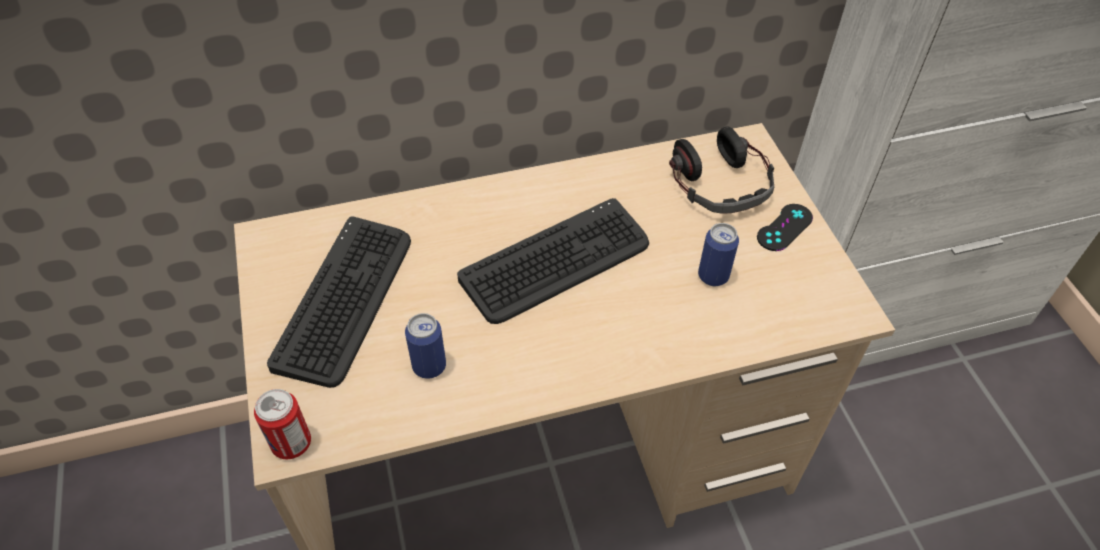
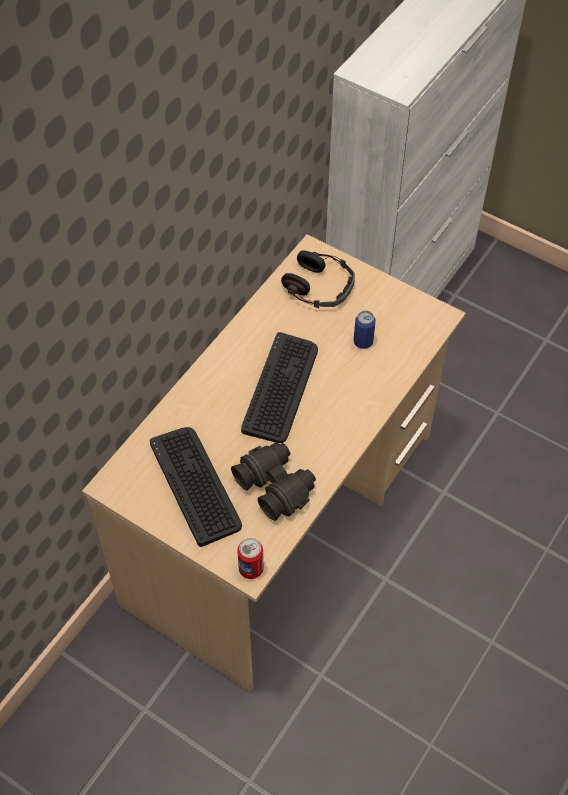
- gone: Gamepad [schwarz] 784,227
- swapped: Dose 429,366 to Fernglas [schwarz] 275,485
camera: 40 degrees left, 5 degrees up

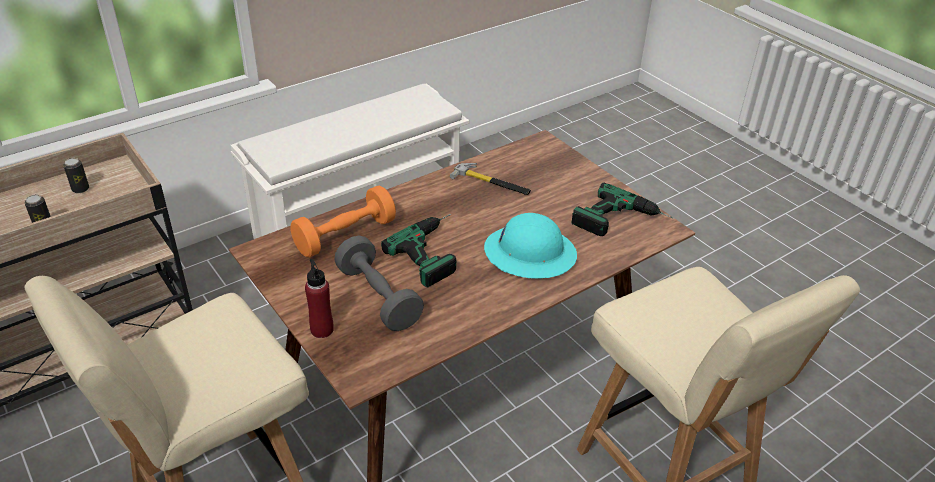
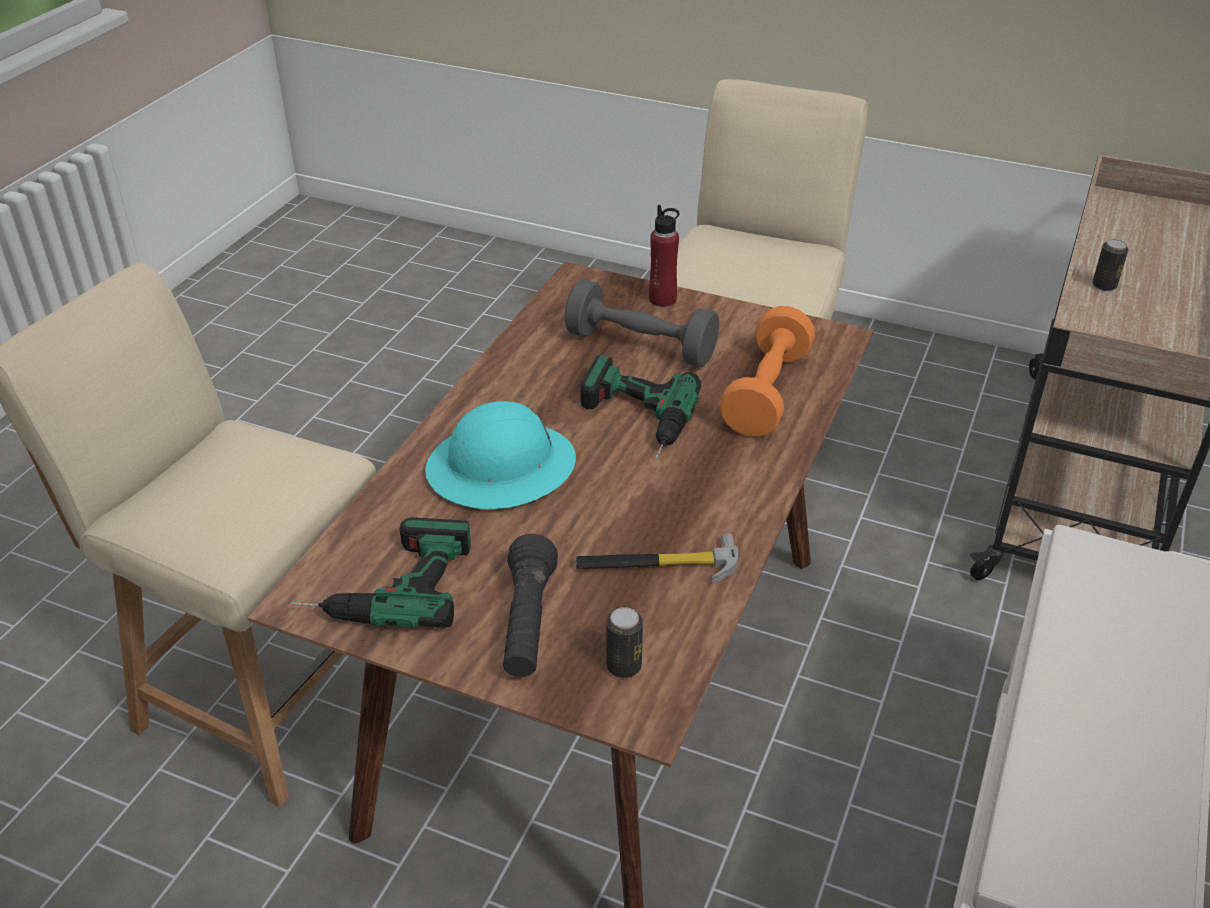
- new: Taschenlampe [schwarz] 528,623
- shifted: Dose 80,189 to 624,666
camera: 150 degrees right, 0 degrees up

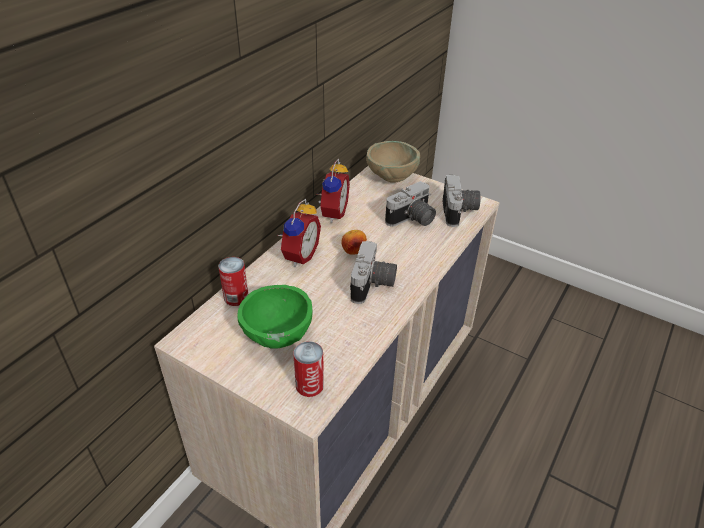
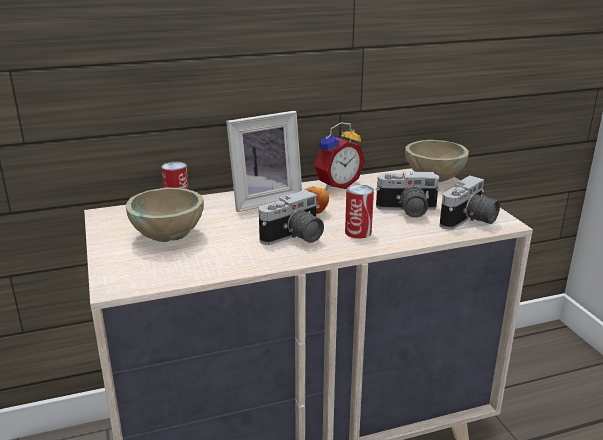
- shifted: Dose 309,385 to 358,232
- swapped: Wecker 298,256 to Bilderrahmen 264,200
- repainted: Schüssel [grün] 277,336 to Schüssel [beige] 167,237
camera: 40 degrees right, 15 degrees down

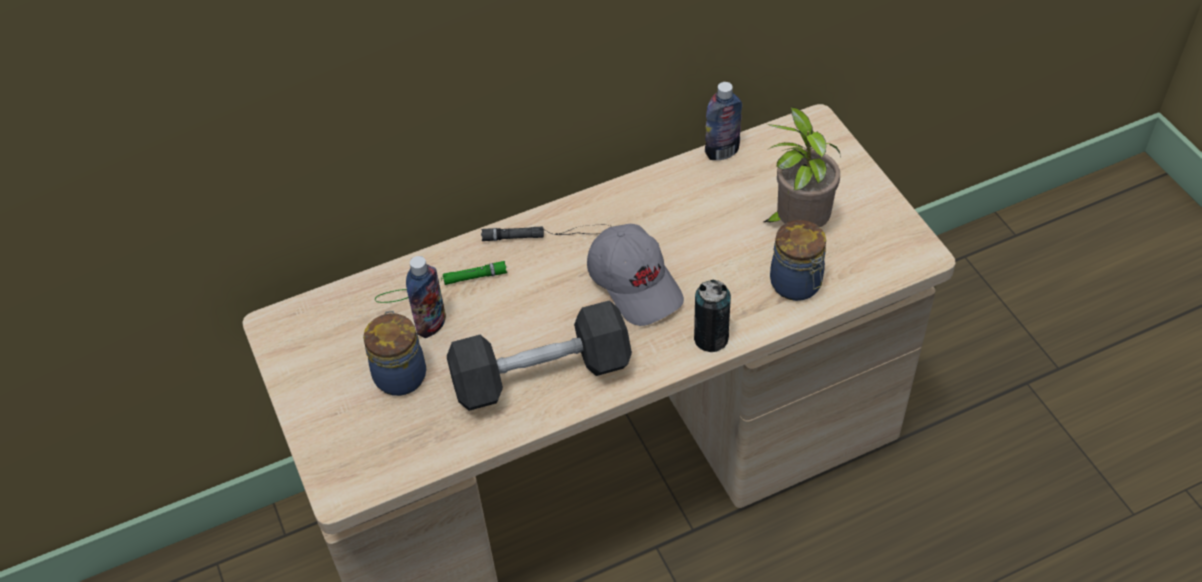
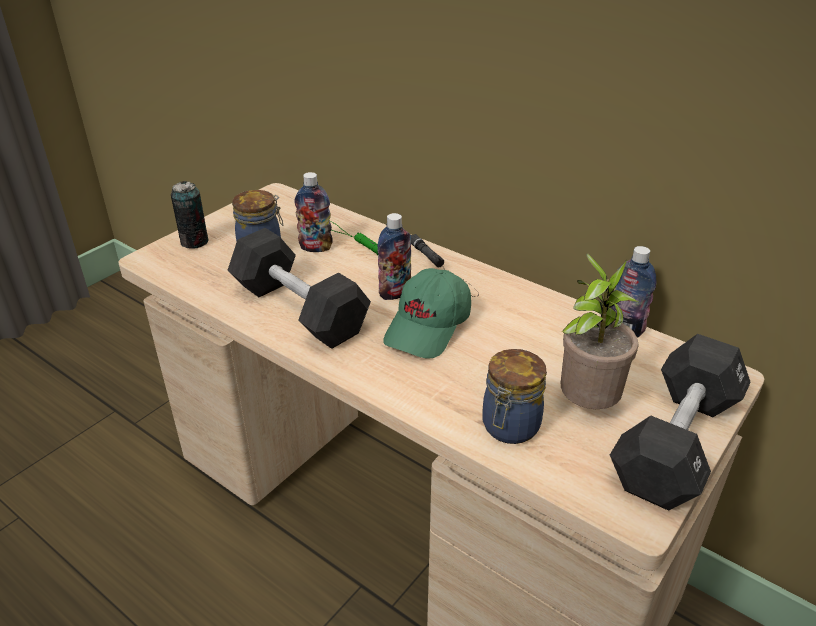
- new: Flasche 395,293
- new: Hantel [schwarz] 676,442
- shifted: Dose 711,338 to 194,242
- repainted: Kappe [grau] 635,283 to Kappe [grün] 429,327
camera: 60 degrees right, 15 degrees down

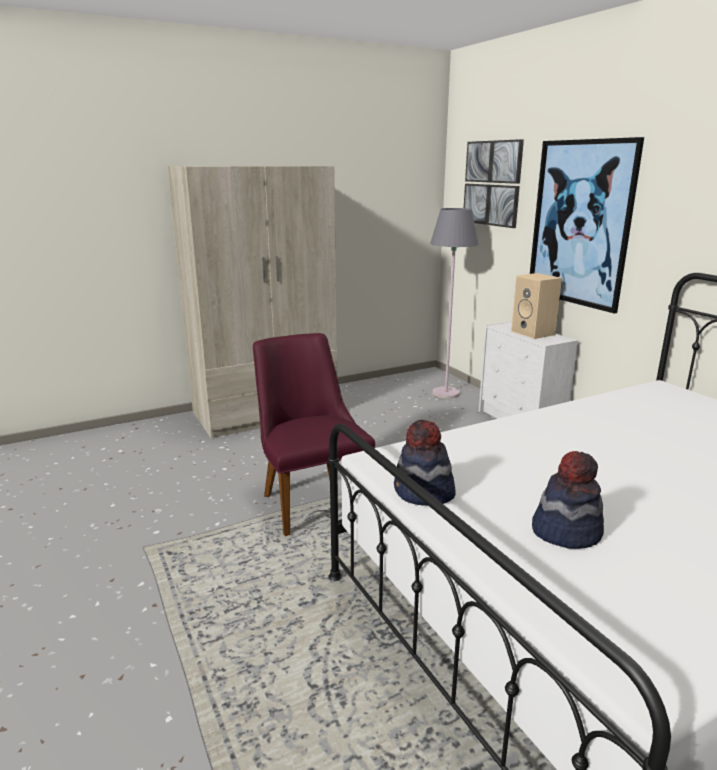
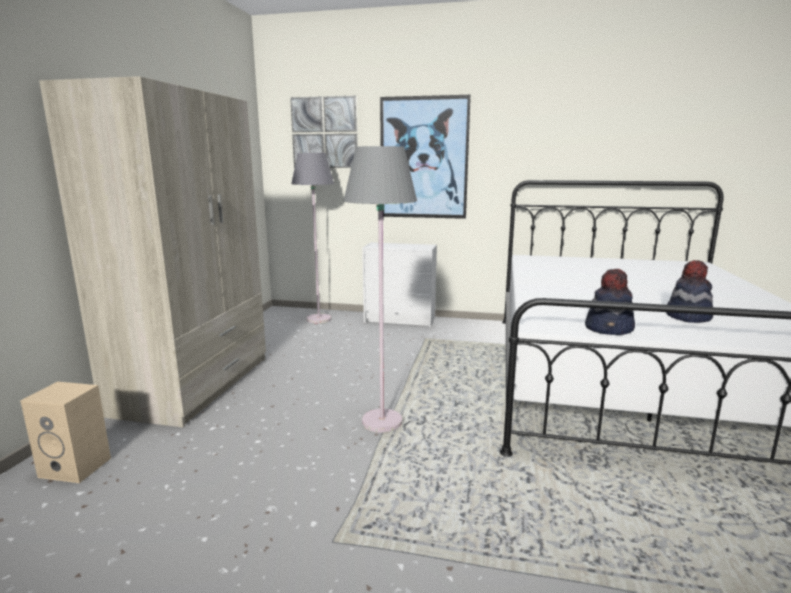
- shifted: Lautsprecher [beige] 534,333 to 77,467
- swapped: Stuhl [lila] 310,499 to Stehlampe [grau] 382,421
camera: 50 degrees left, 5 degrees down

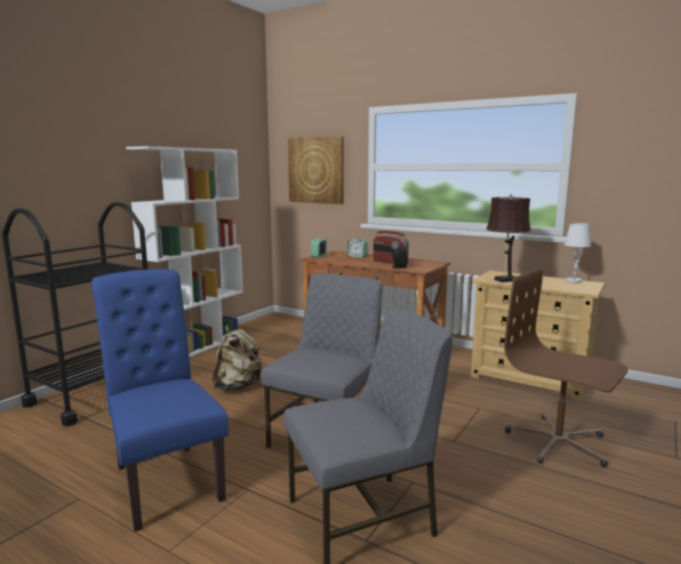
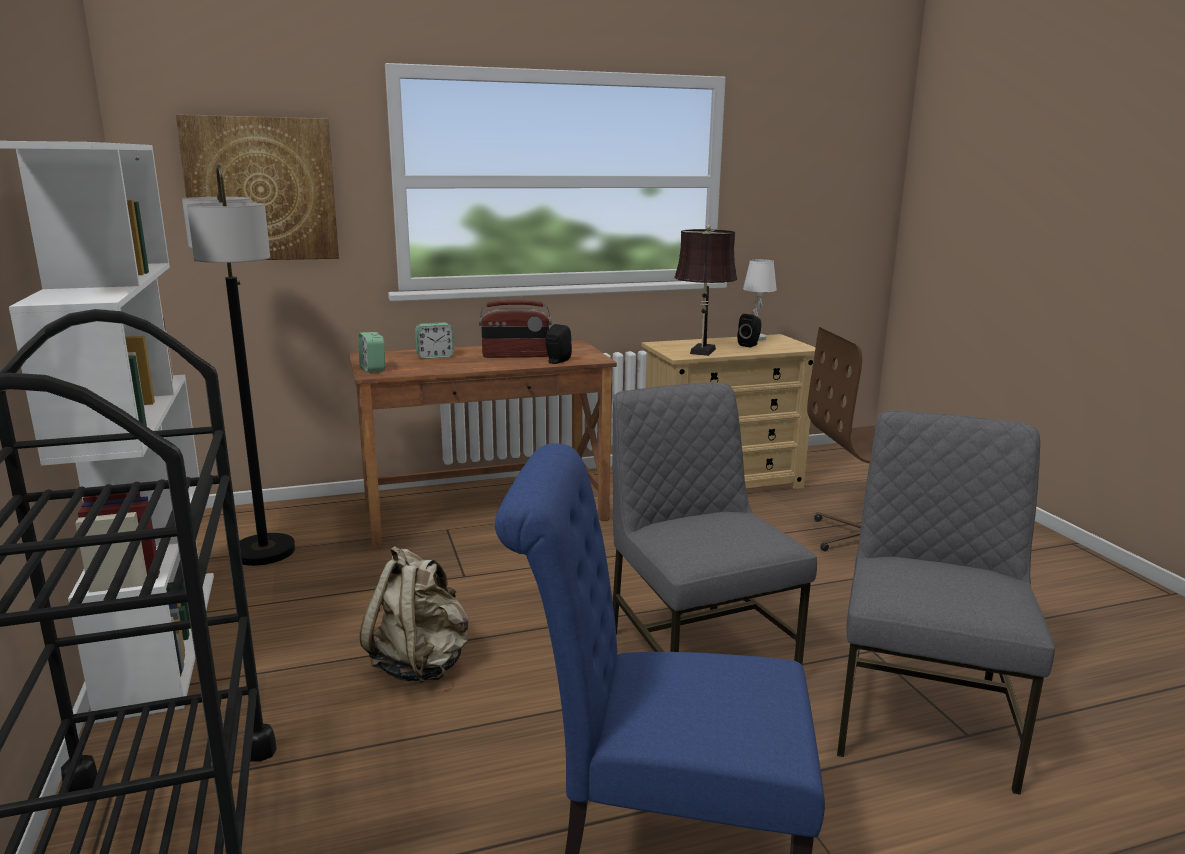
- new: Stehlampe 264,551
- new: Lautsprecher [schwarz] 750,345
camera: 50 degrees left, 5 degrees up

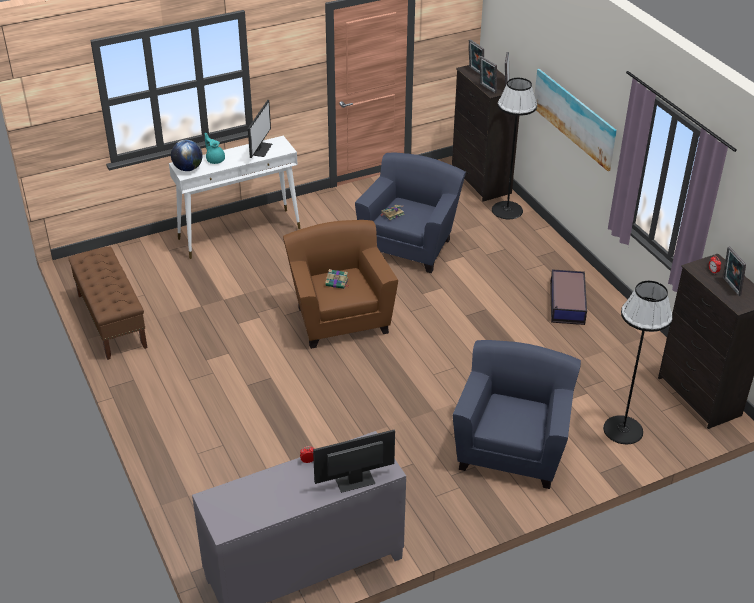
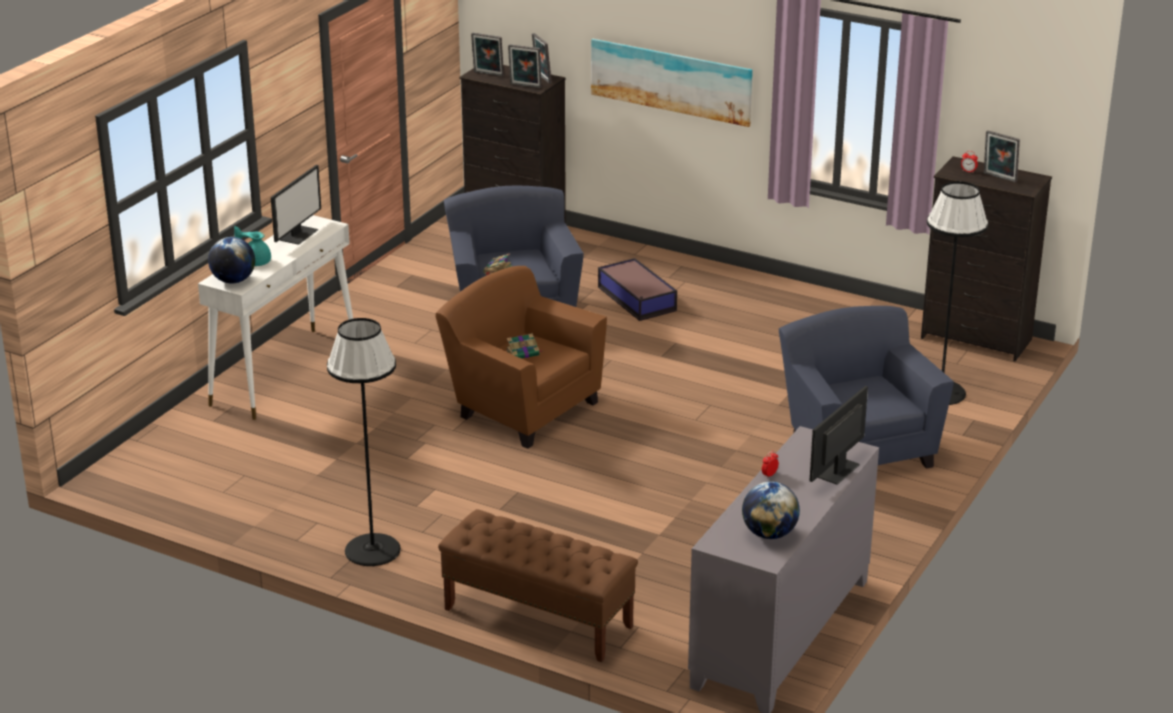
- new: Globus 769,534
- shifted: Bank [braun] 111,320 to 537,618
- shifted: Stehlampe [schwarz] 507,210 to 372,550
- shifted: Aufbewahrungsbox 566,304 to 637,299
- rotated: Monitor 260,149 = 298,234 45 degrees clockwise
camera: 35 degrees left, 10 degrees down

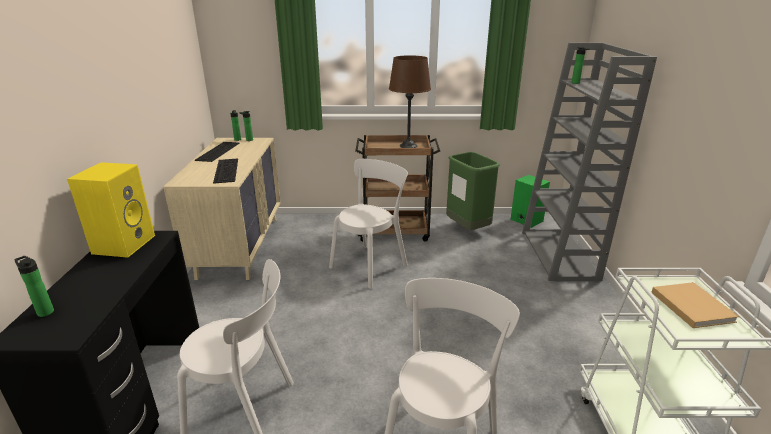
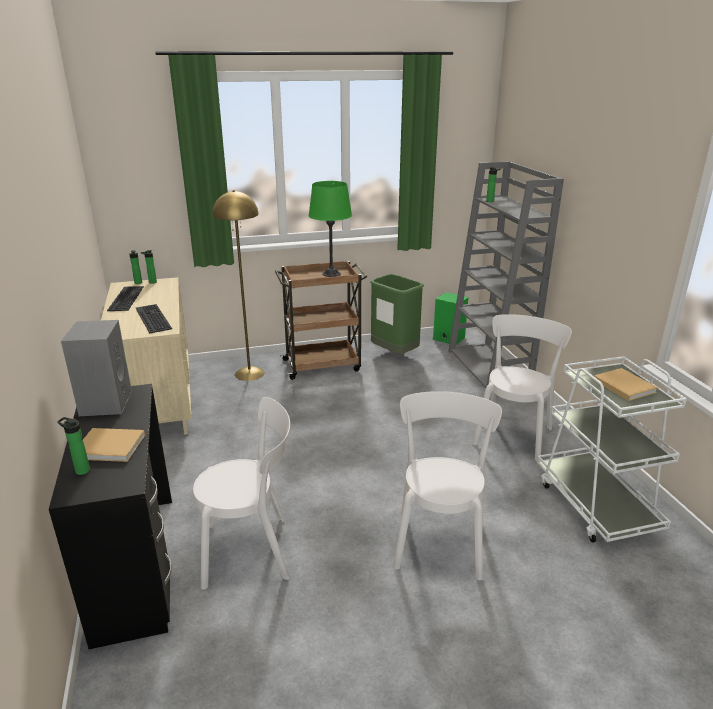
- new: Buch [beige] 111,447
- new: Stehlampe [gelb] 249,373
- shifted: Stuhl [weiß] 371,264 to 513,434
- repainted: Lautsprecher [gelb] 124,243 to Lautsprecher [grau] 105,402
- repainted: Tischlampe [braun] 408,146 to Tischlampe [grün] 331,274
camera: 15 degrees left, 0 degrees up

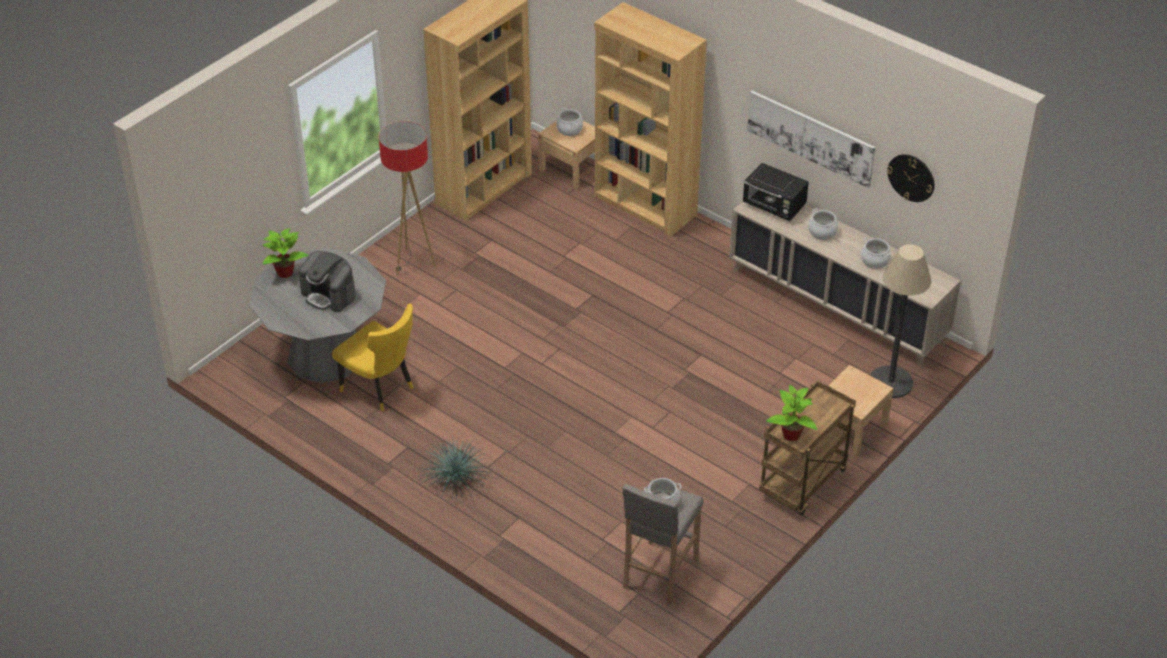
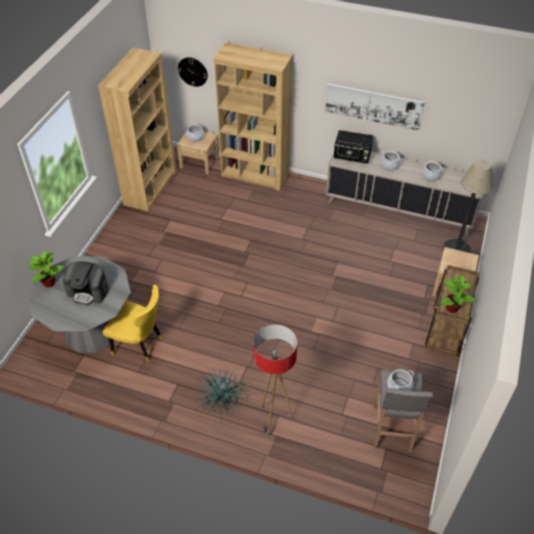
- shifted: Stehlampe 412,264 to 273,420
- shifted: Wanduhr 911,177 to 192,71
camera: 20 degrees left, 5 degrees up

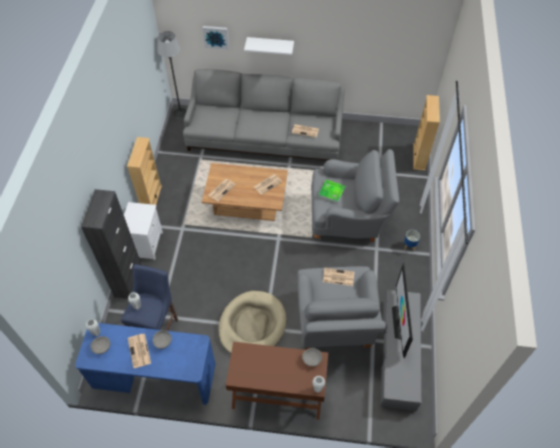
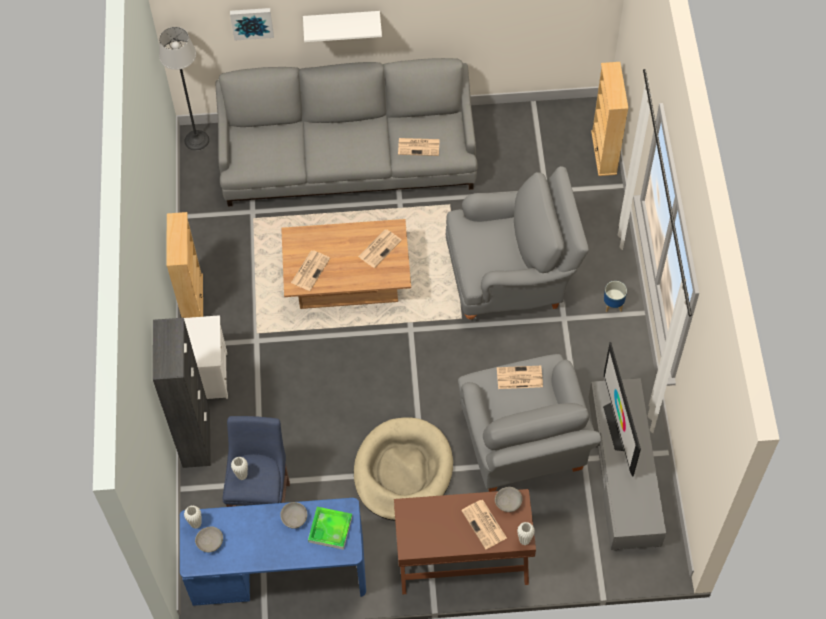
- shifted: Zeitung 139,351 to 484,525
- shifted: Tablett 331,192 to 330,529
camera: 10 degrees left, 5 degrees up

